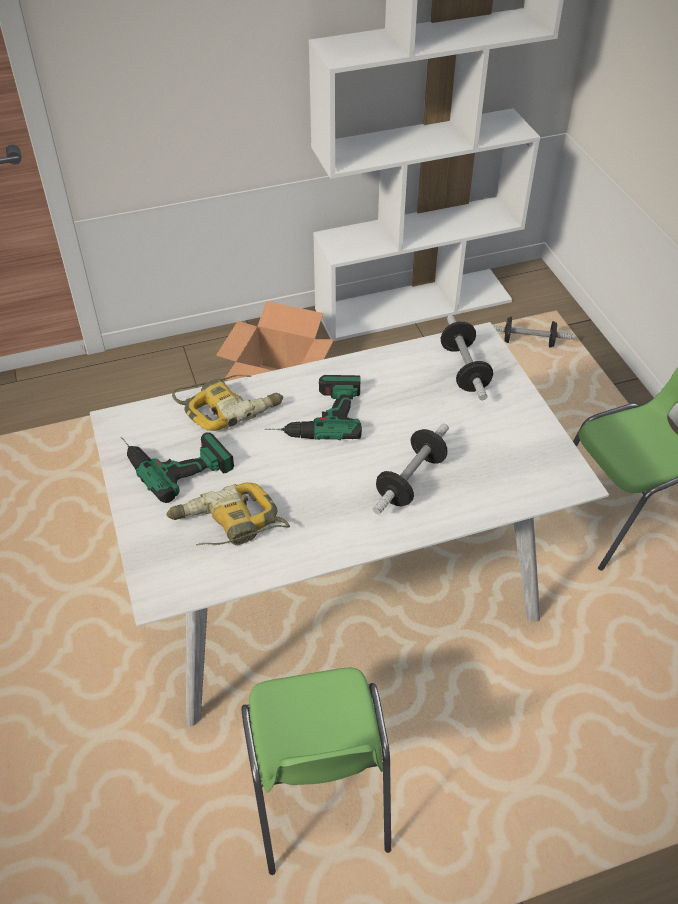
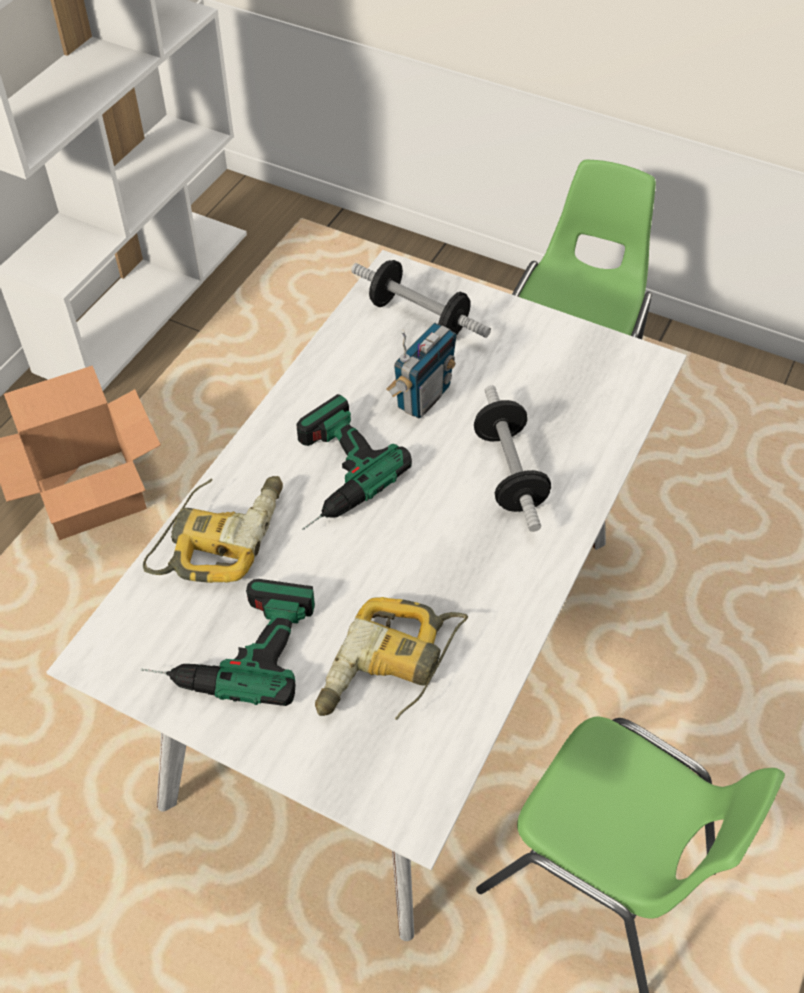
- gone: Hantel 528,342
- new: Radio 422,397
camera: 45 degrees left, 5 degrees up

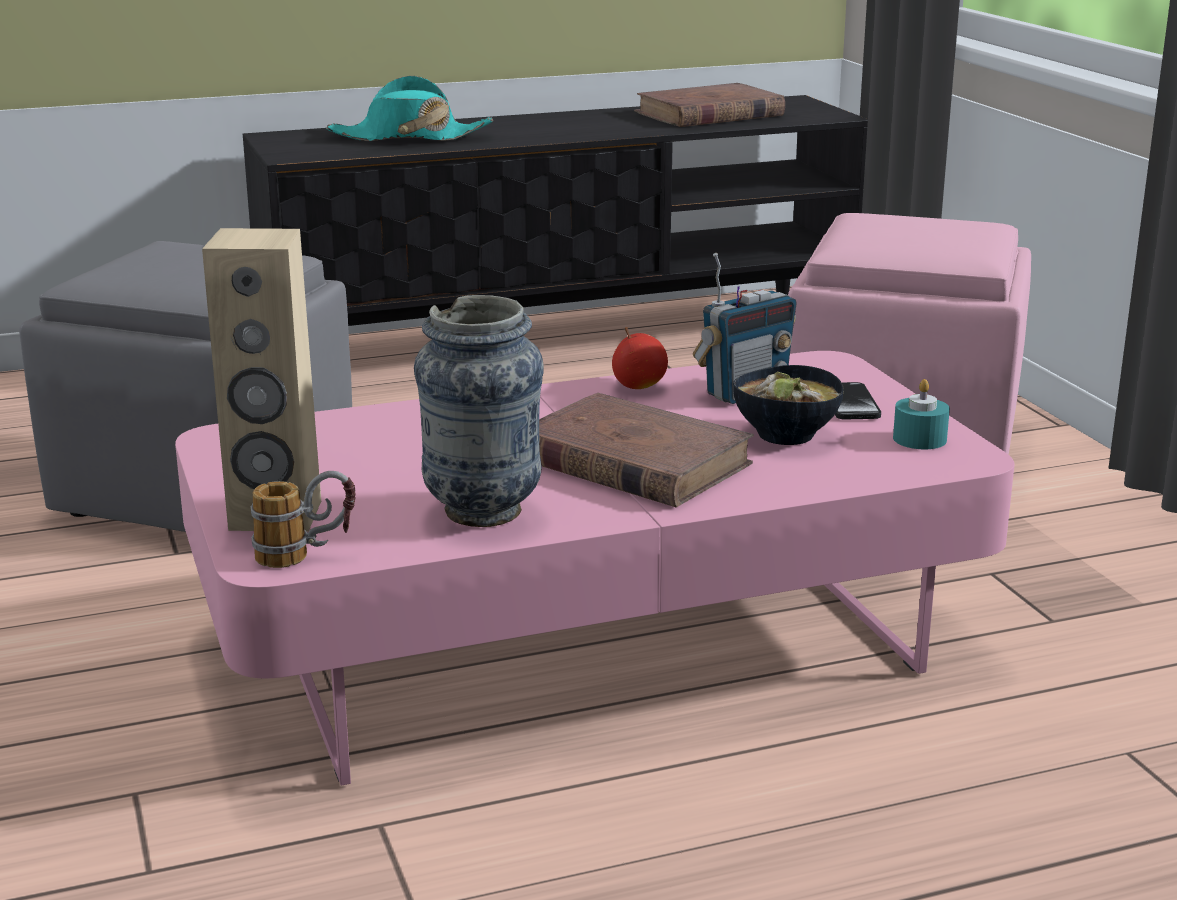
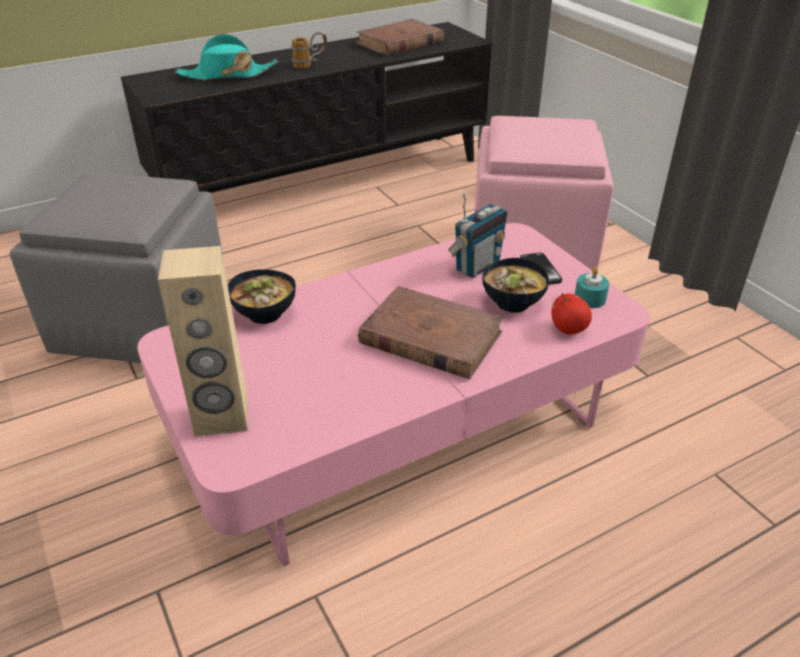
- gone: Vase 482,511
- new: Schüssel 264,313
- shifted: Henkelbecher 306,555 to 310,64
- shifted: Apfel 639,386 to 568,329
camera: 10 degrees left, 15 degrees up

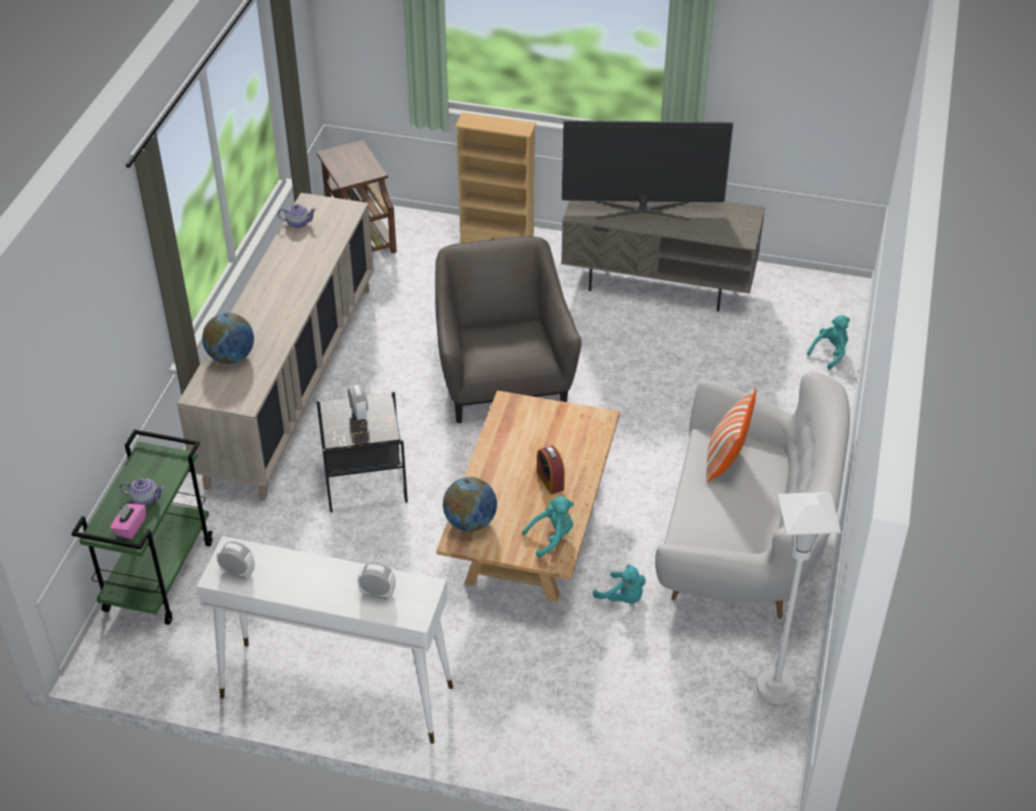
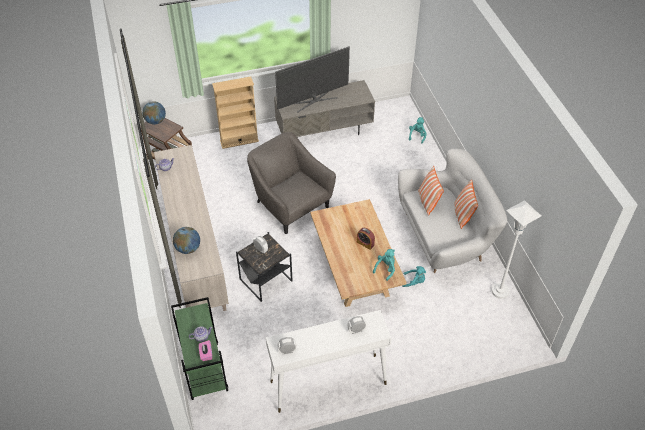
- new: Kissen 462,215
- shifted: Globus 470,522 to 155,121
camera: 30 degrees left, 5 degrees up

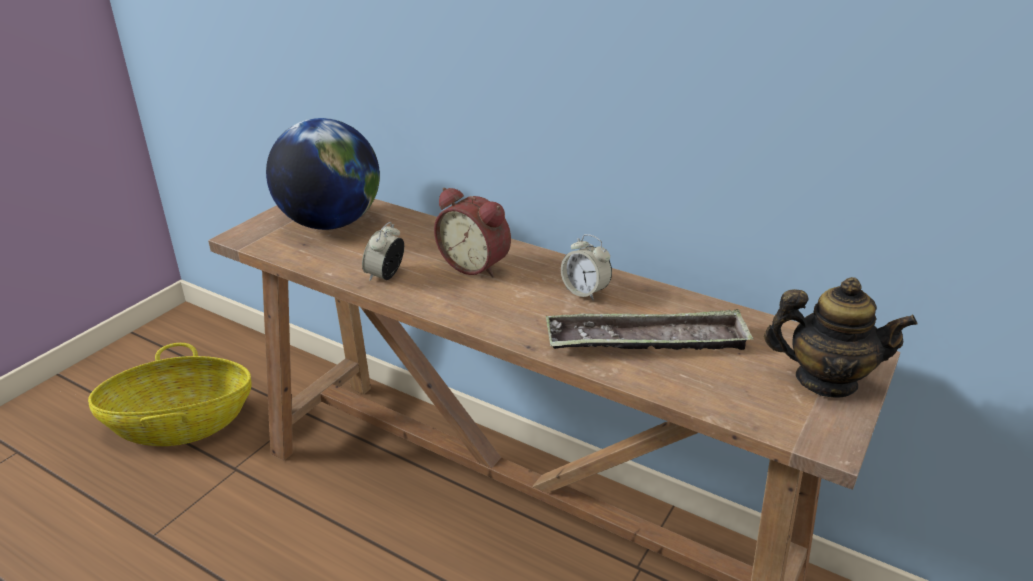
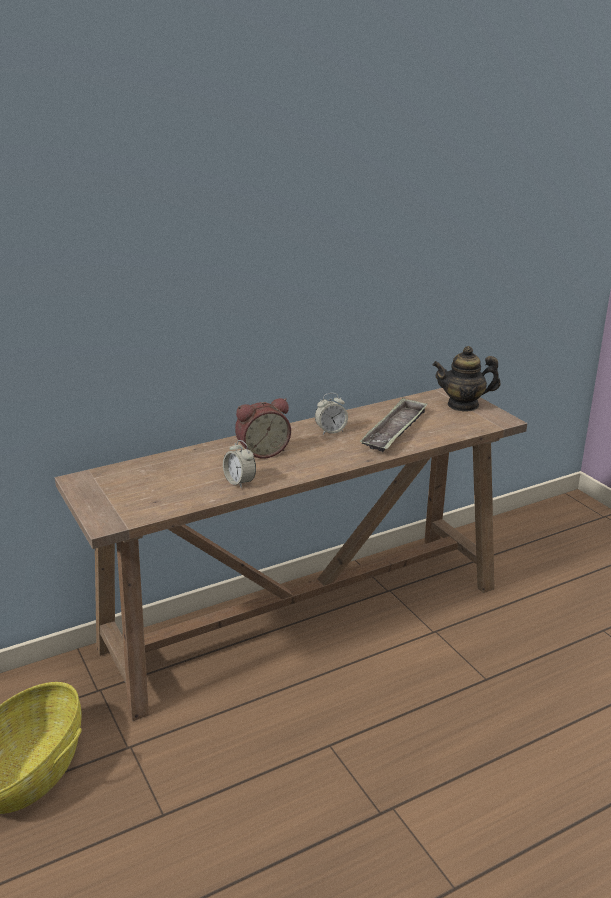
- gone: Globus 330,223
- rotated: Teekanne 825,380 = 463,405 135 degrees counterclockwise
camera: 60 degrees left, 5 degrees down

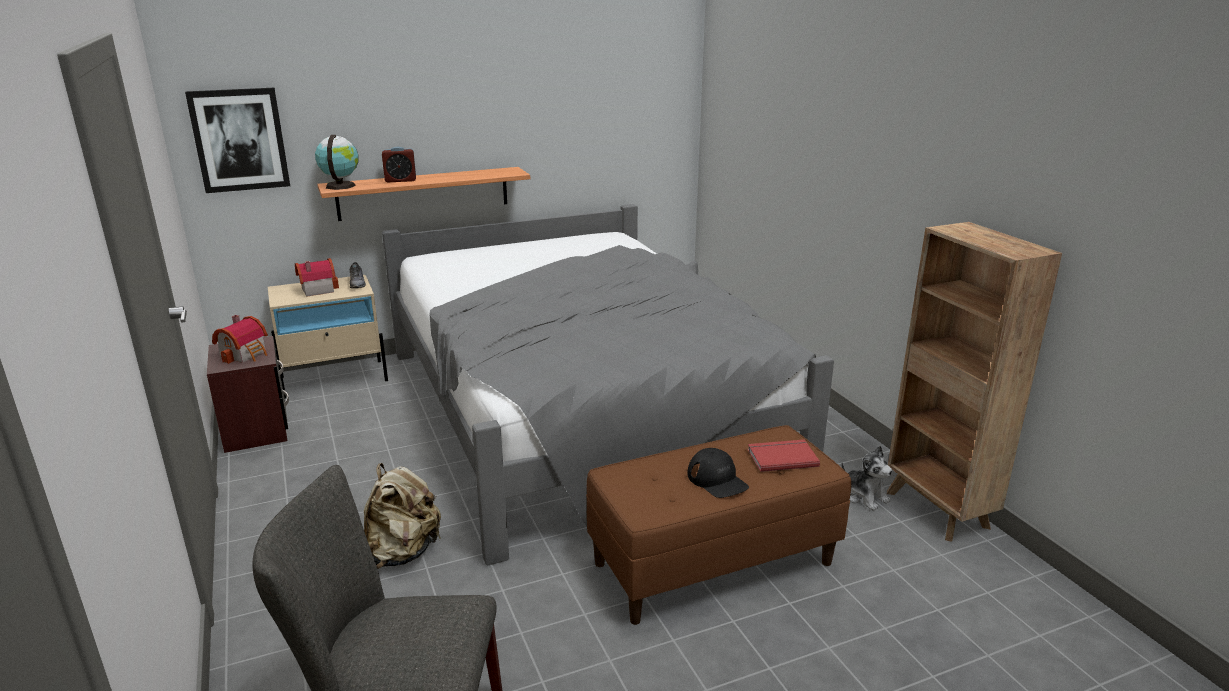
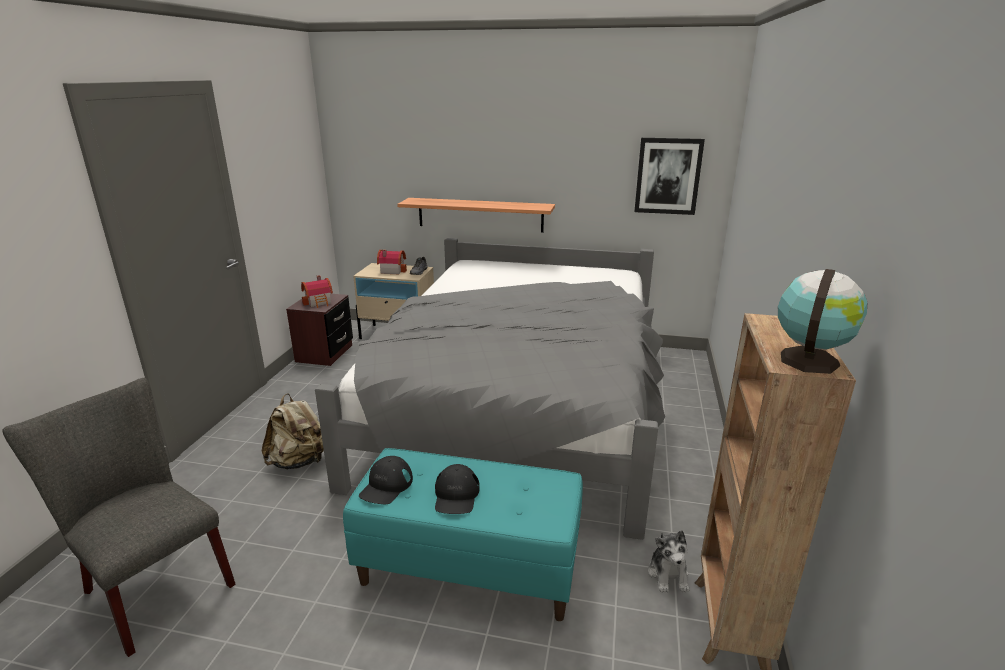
- gone: Wecker 400,180
- gone: Buch [rot] 781,457
- new: Kappe [schwarz] 386,486
- shifted: Bild 239,140 to 668,176
- shifted: Globus 340,185 to 808,359
- repainted: Bank [braun] 713,562 to Bank [türkis] 470,567
camera: 35 degrees right, 0 degrees up

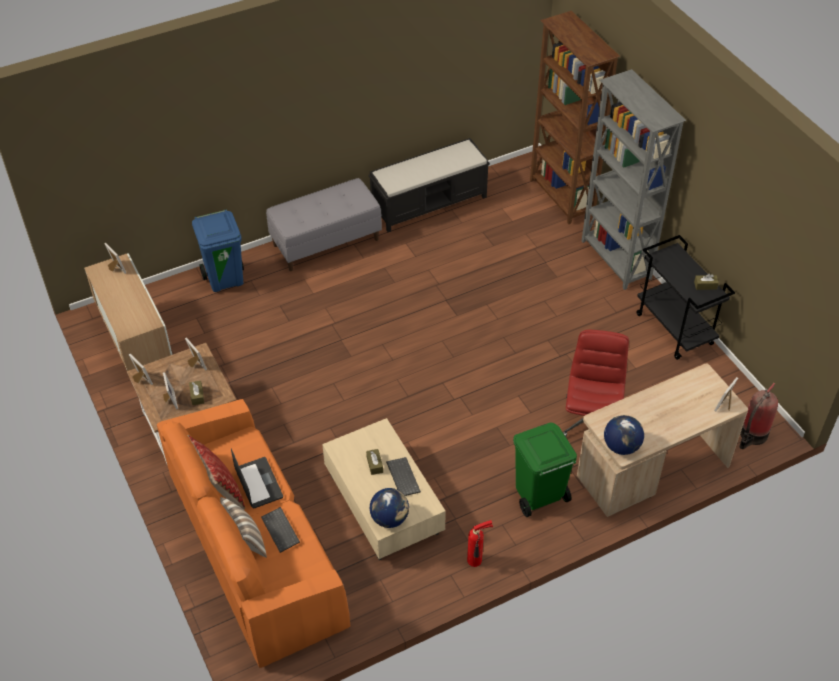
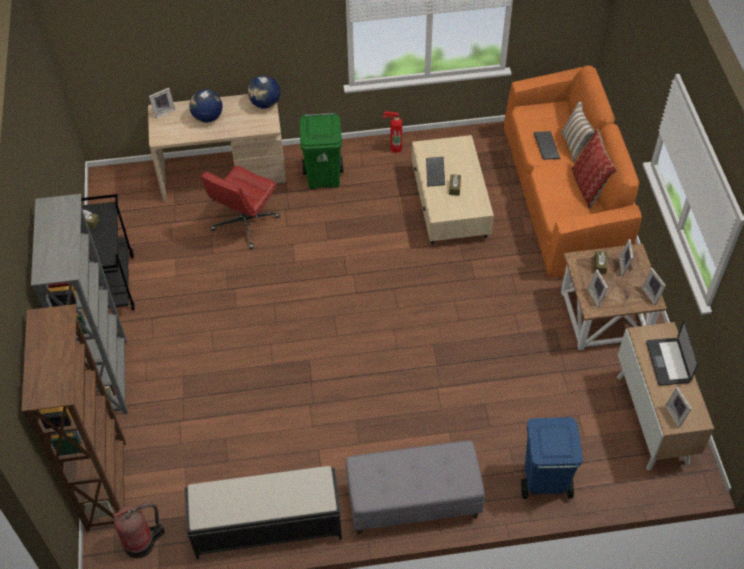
- shifted: Laptop 258,483 to 667,362
- shifted: Globus 390,518 to 207,117
- shifted: Feuerlöscher 752,435 to 142,542
camera: 160 degrees left, 5 degrees up

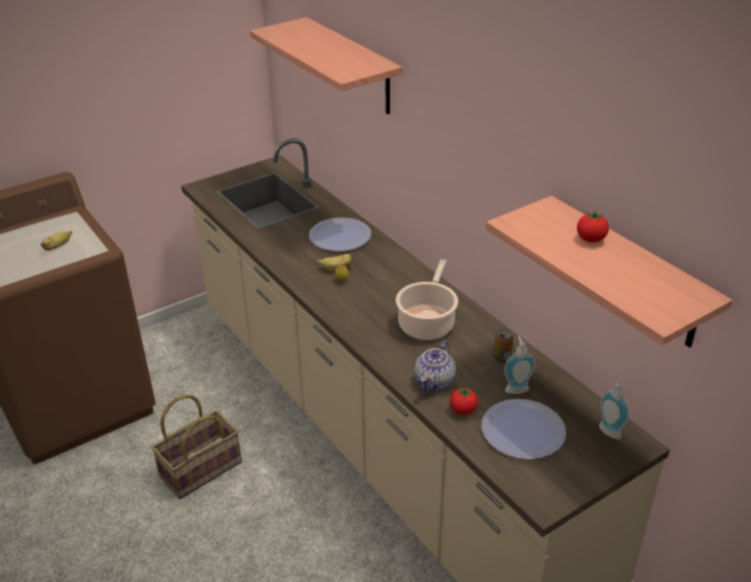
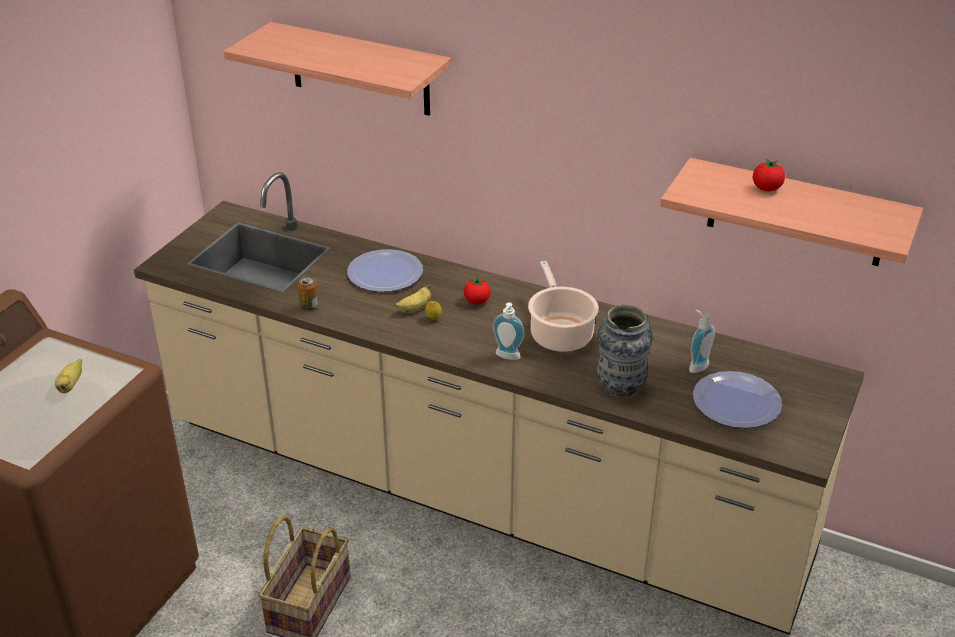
- shifted: Tomate 463,410 to 477,301
- shifted: Dose 502,358 to 309,307
- shifted: Seifenspender 607,433 to 506,357
- swapped: Teekanne 435,382 to Vase 620,387
camera: 30 degrees left, 0 degrees up

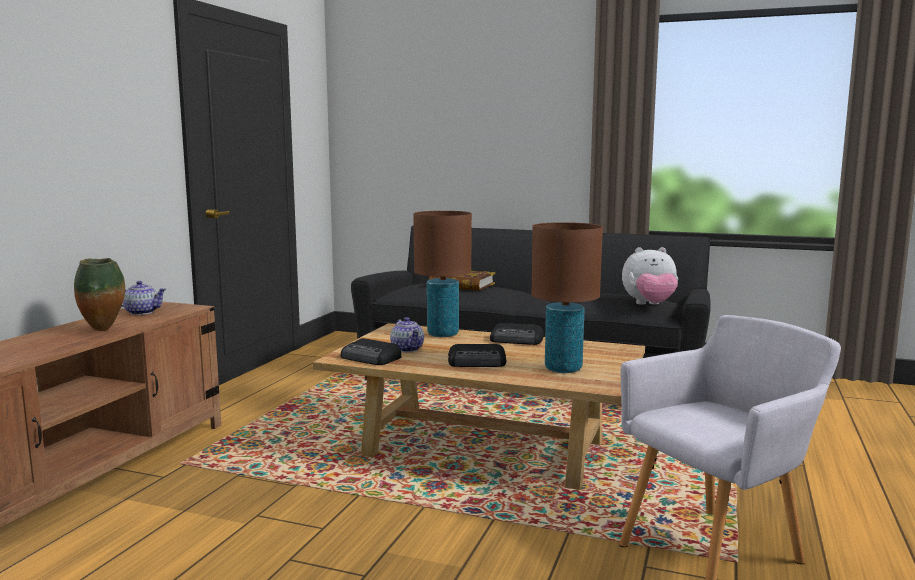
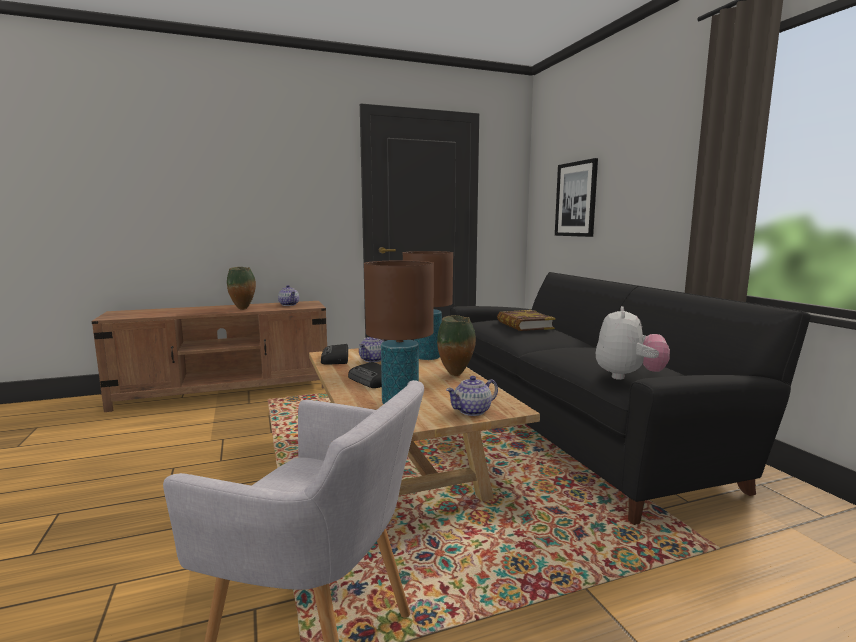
- new: Teekanne 473,411
- new: Bild 576,199
- swapped: Radio 517,340 to Vase 456,375
- rotated: Plüschtier 649,305 = 628,376 120 degrees counterclockwise
camera: 50 degrees right, 0 degrees up

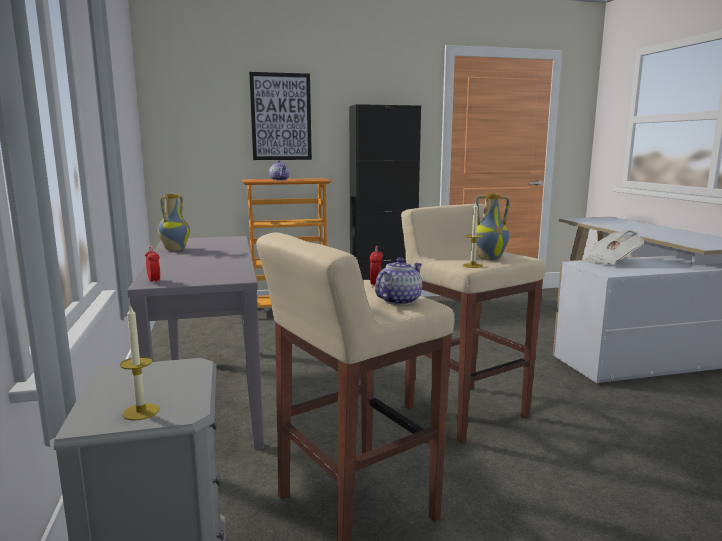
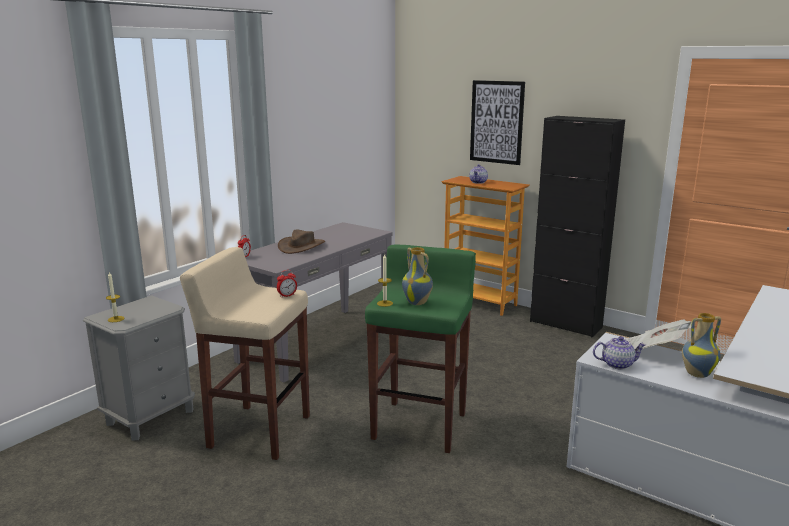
- new: Hut [braun] 301,246
- shifted: Vase 174,249 to 697,373
- shifted: Teekanne 398,300 to 617,364
- repainted: Hocker [beige] 464,411 to Hocker [grün] 420,425
camera: 50 degrees right, 5 degrees up

